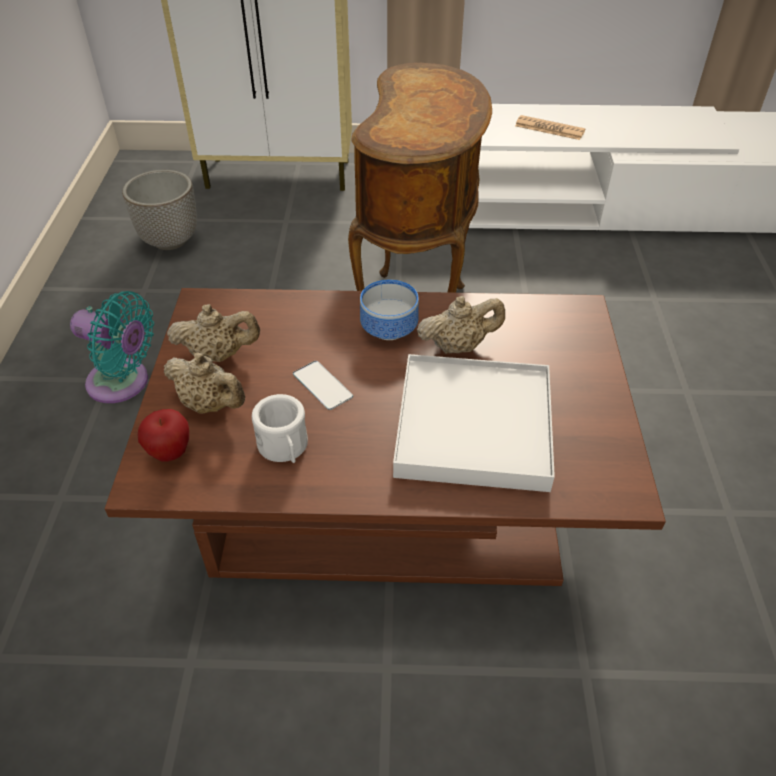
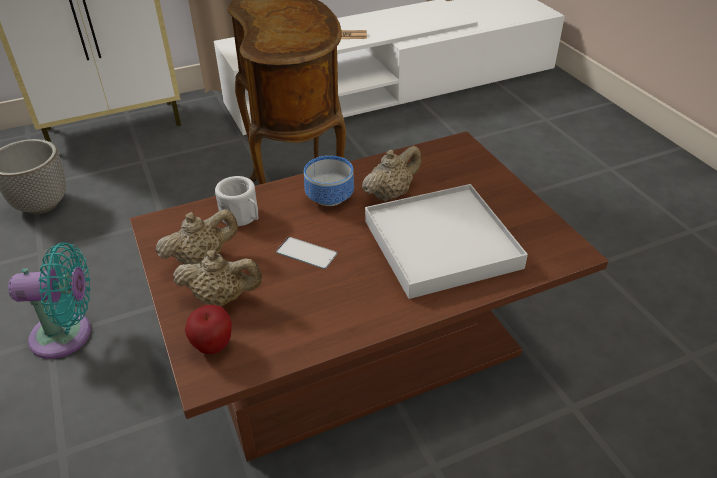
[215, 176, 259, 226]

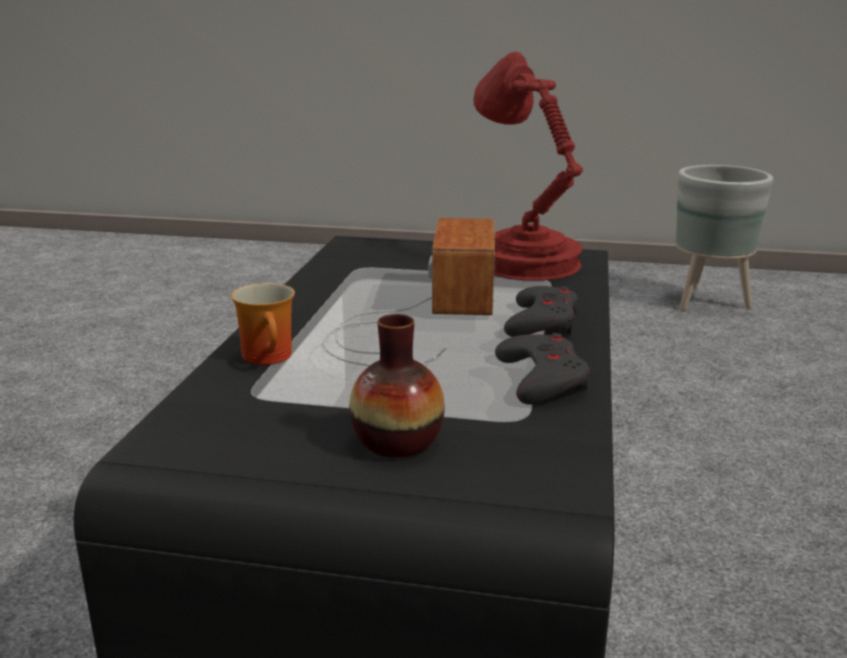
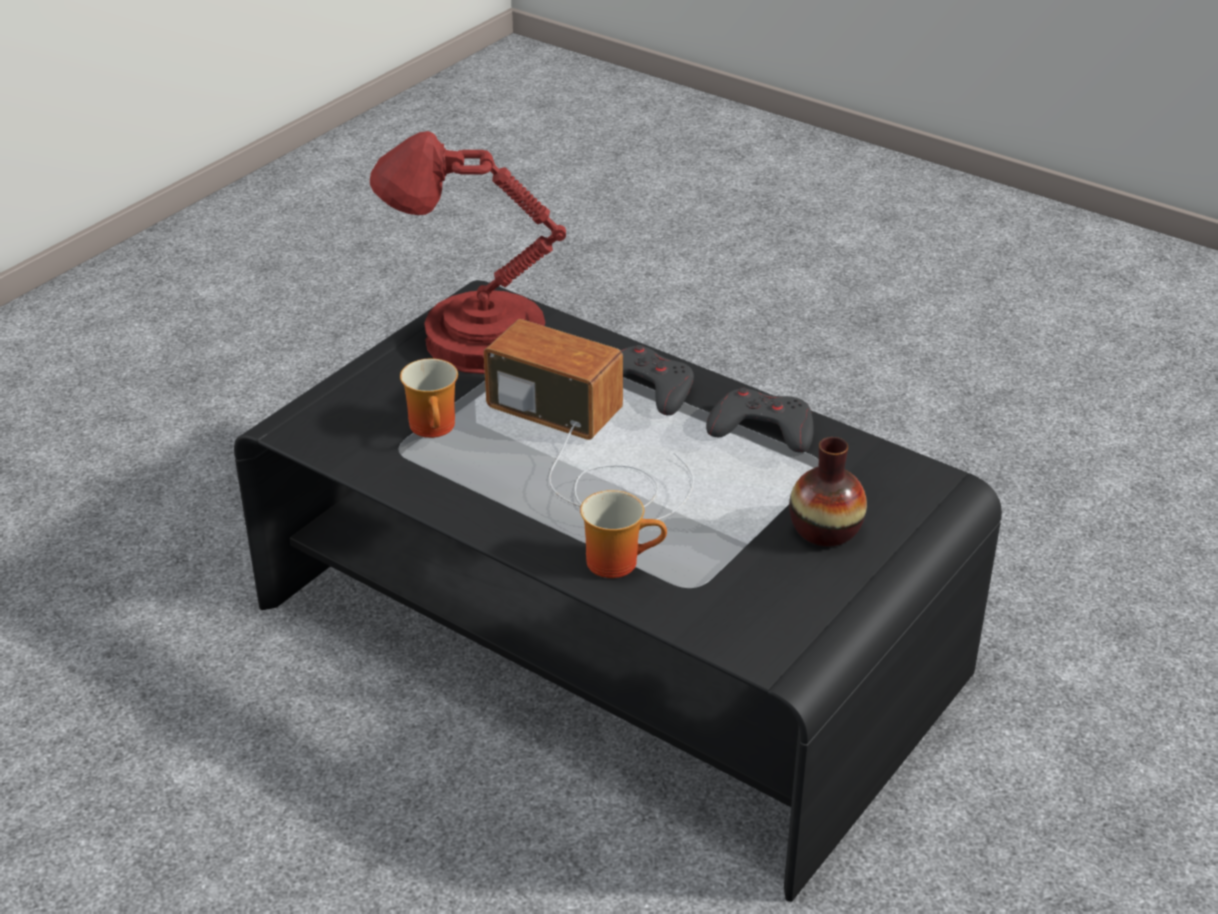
[675, 165, 773, 310] (first image)
[400, 358, 458, 438]

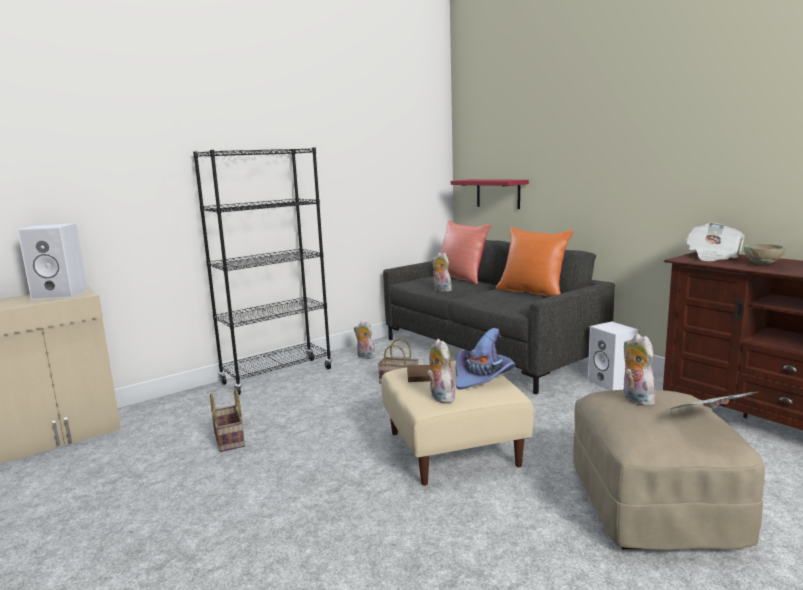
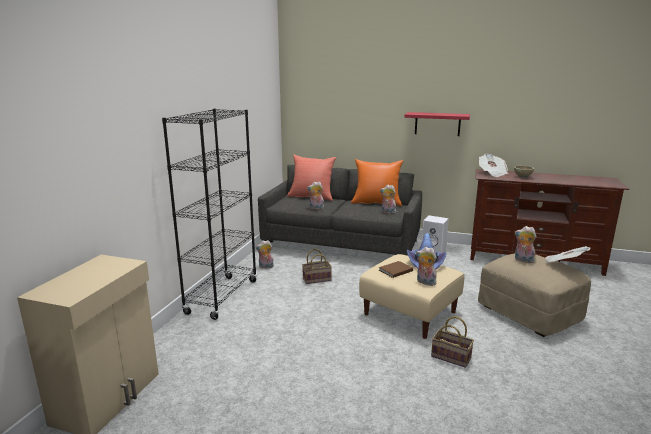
[405, 112, 470, 136]
[17, 223, 88, 300] (first image)
[431, 316, 474, 368]
[380, 185, 396, 214]

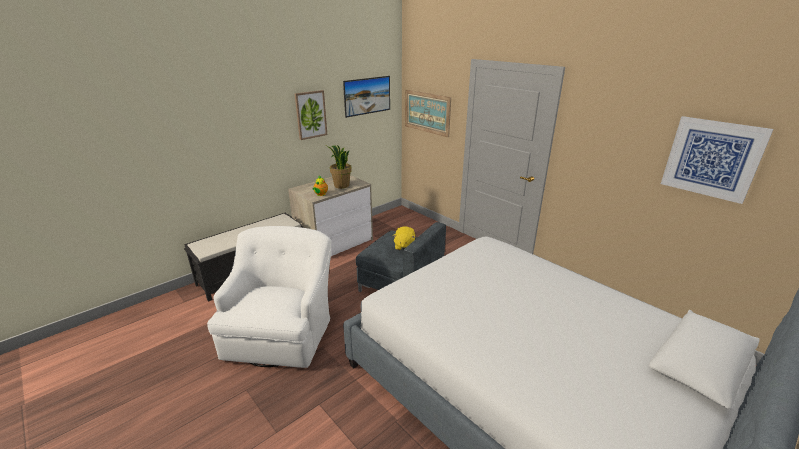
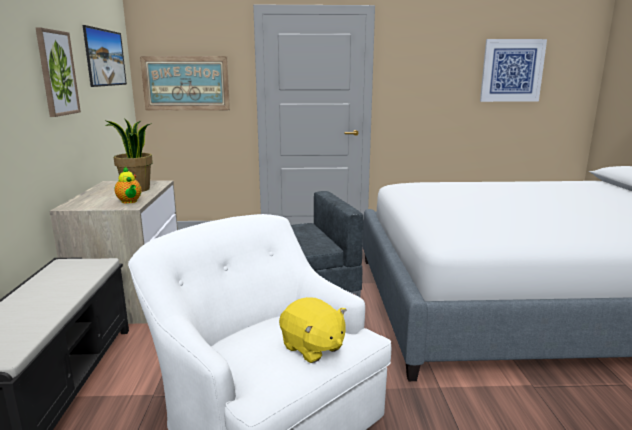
[279, 297, 346, 363]

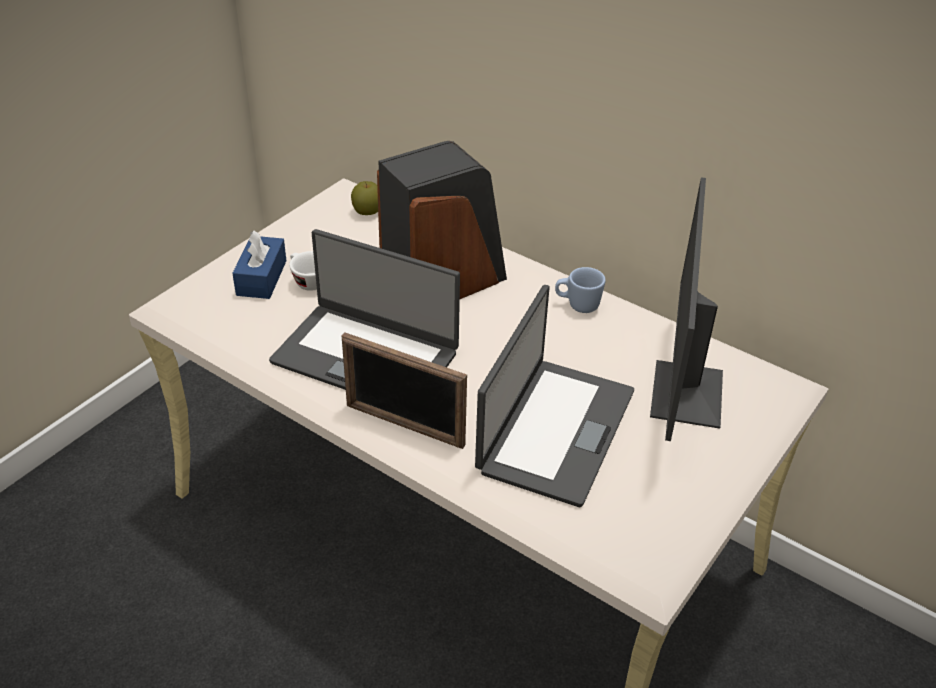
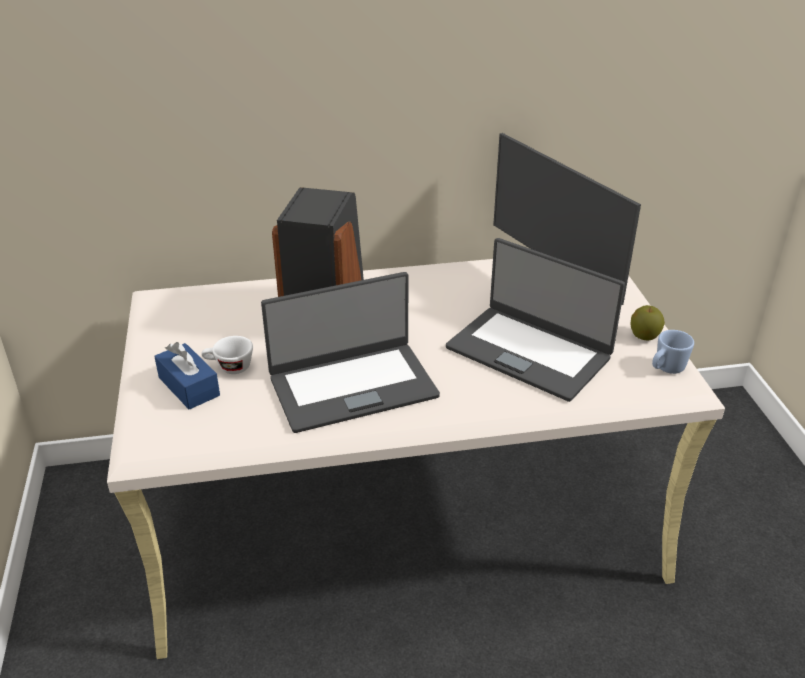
[630, 305, 665, 341]
[652, 330, 694, 374]
[446, 238, 625, 402]
[342, 332, 467, 449] (first image)

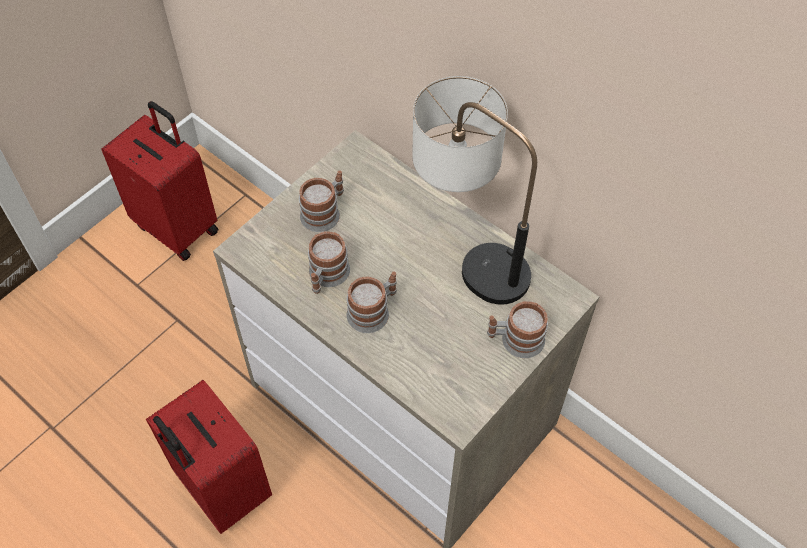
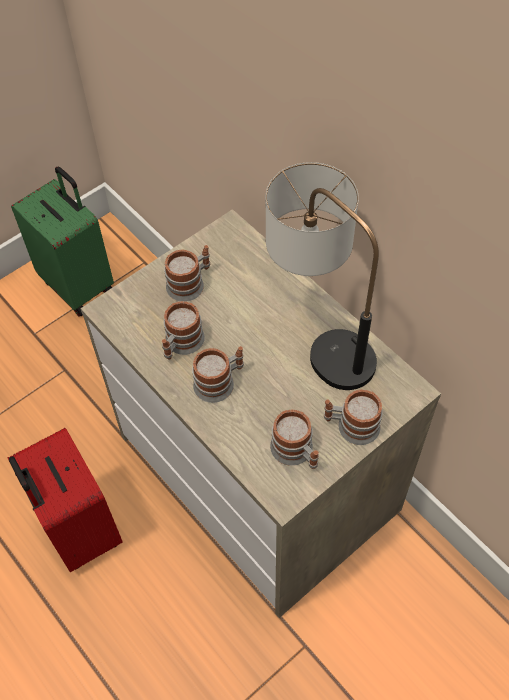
[11, 166, 114, 317]
[270, 409, 319, 469]

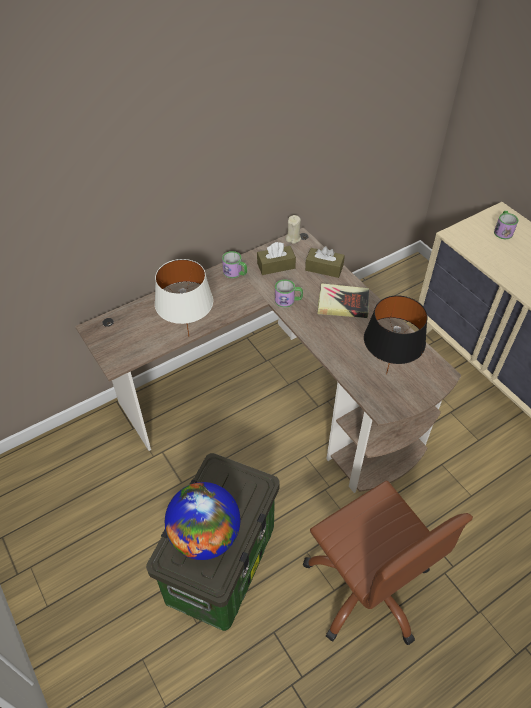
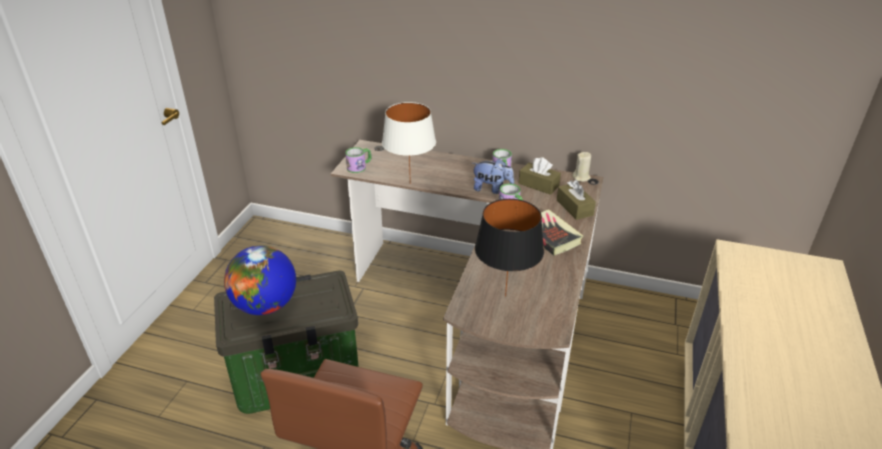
[345, 147, 371, 173]
[472, 158, 514, 194]

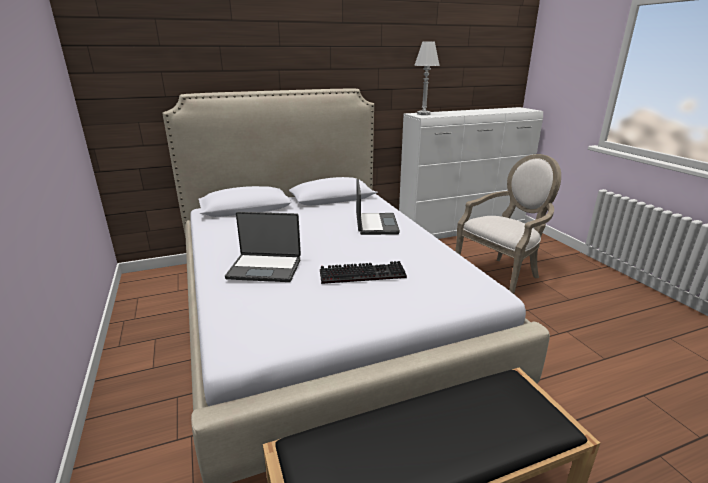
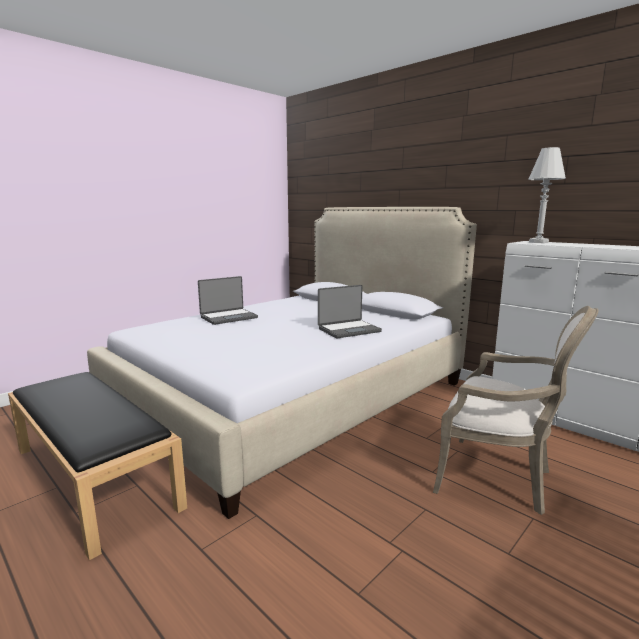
[198, 276, 258, 325]
[320, 261, 407, 284] (first image)

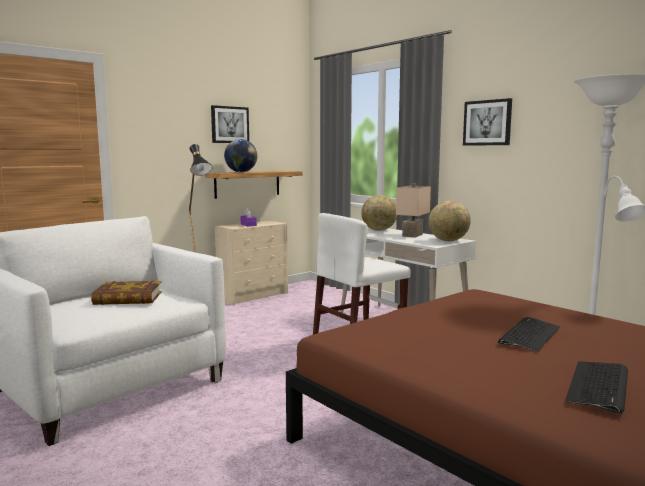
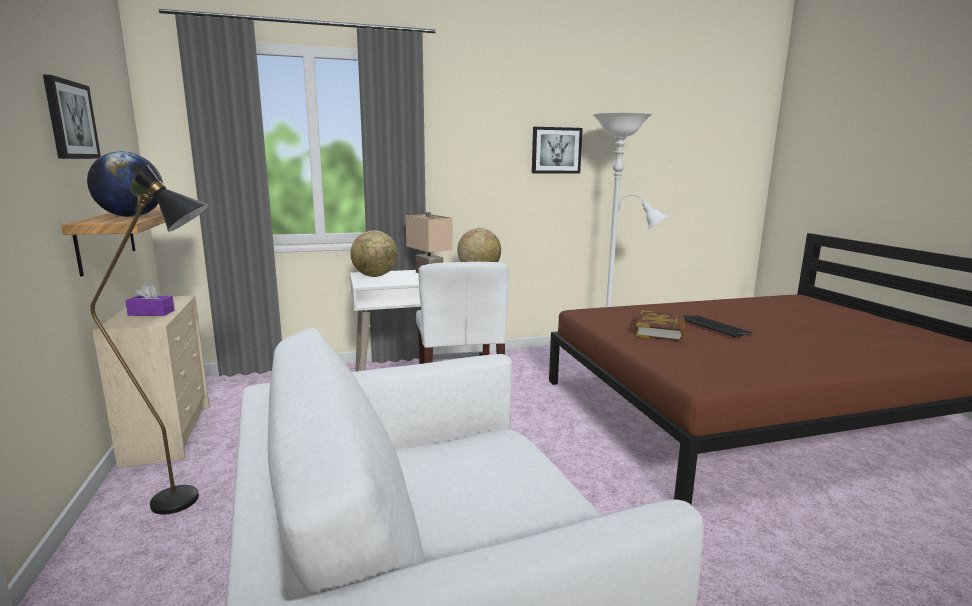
[532, 127, 583, 174]
[635, 310, 685, 341]
[565, 361, 628, 414] (first image)

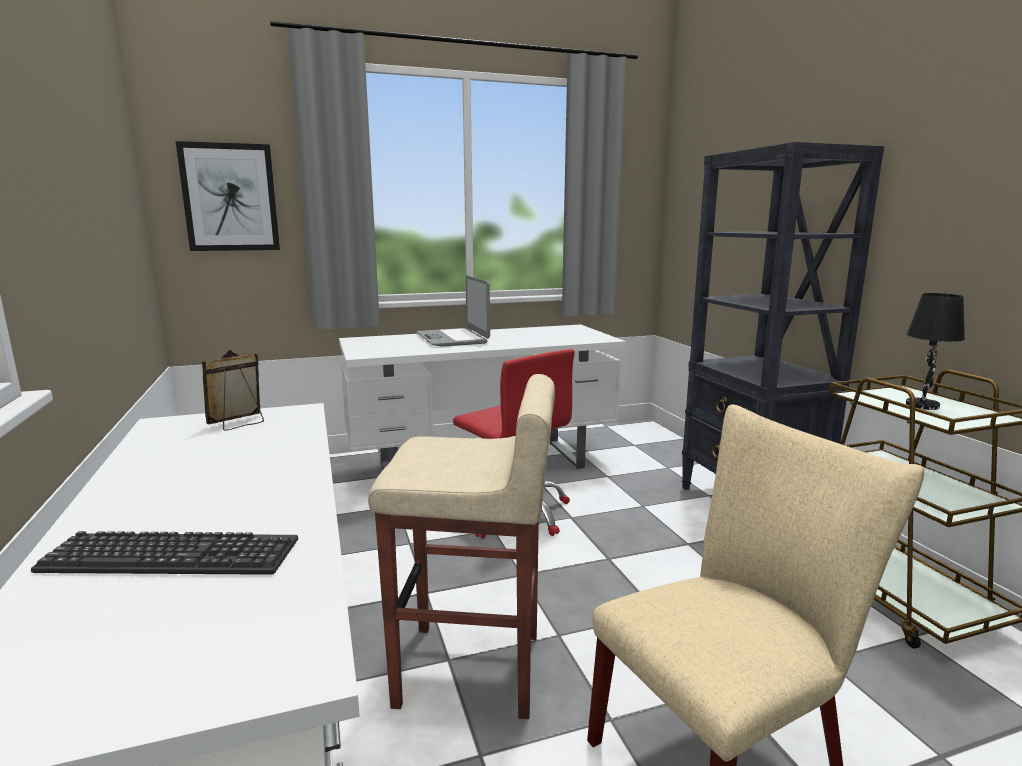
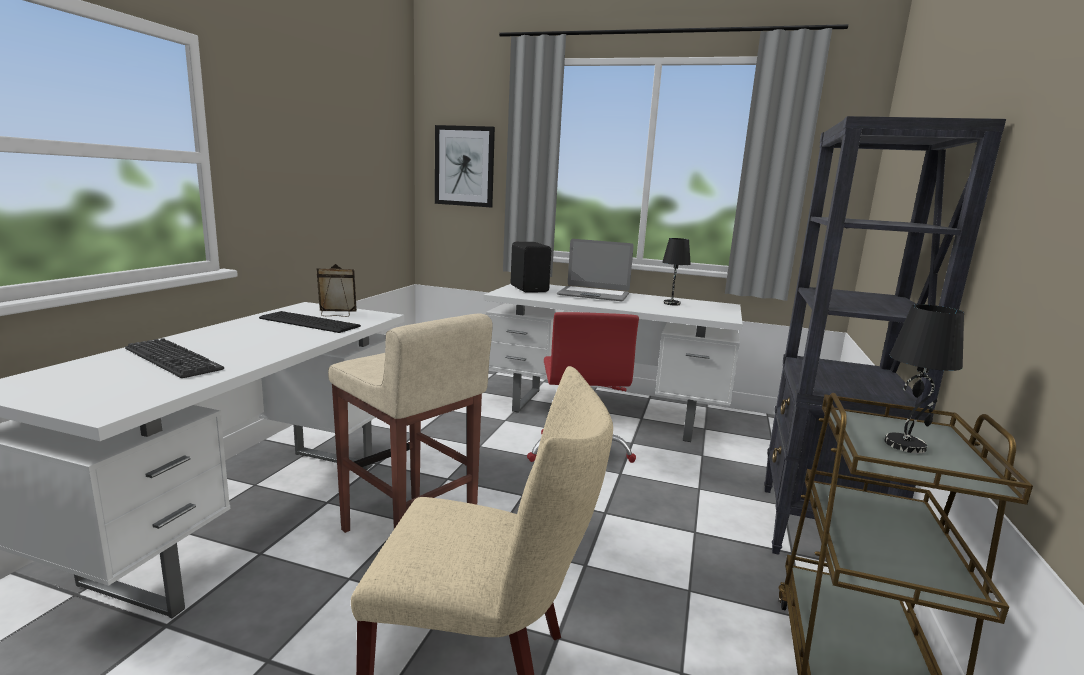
[557, 239, 634, 301]
[662, 238, 691, 306]
[511, 242, 551, 293]
[259, 311, 361, 333]

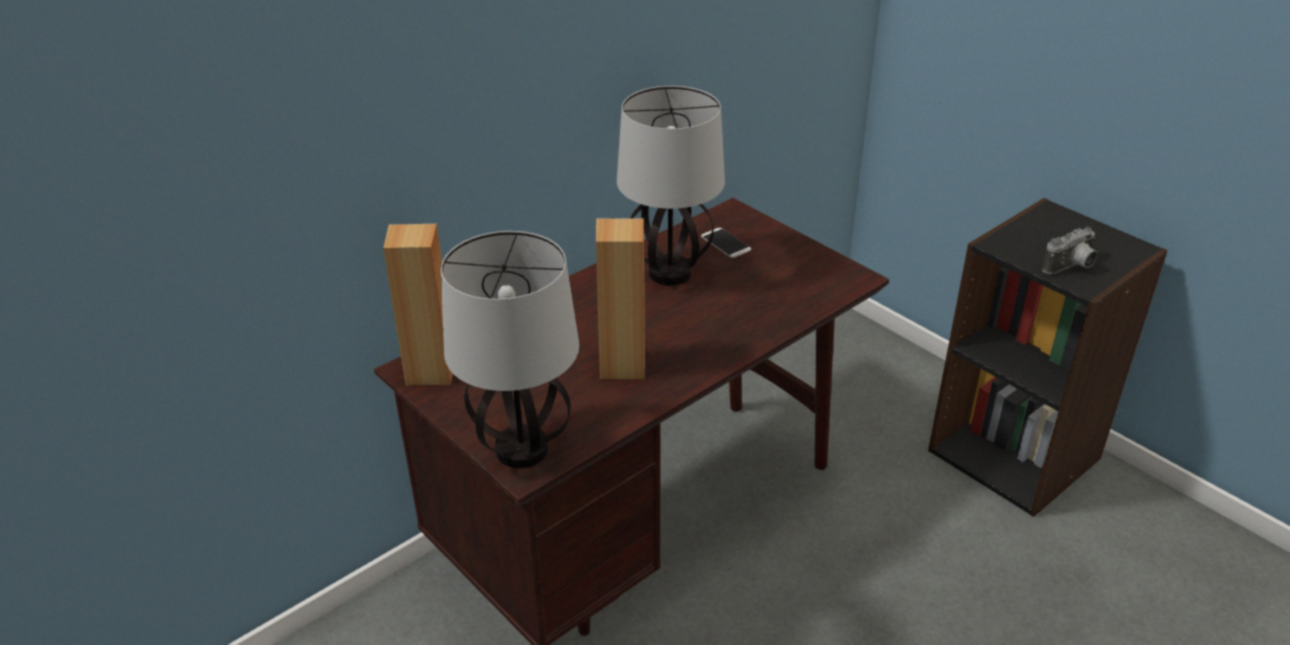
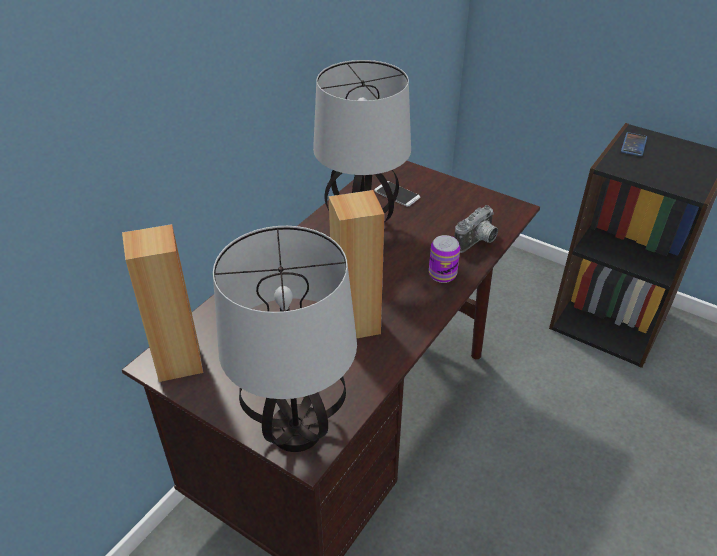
[454, 205, 498, 253]
[621, 132, 647, 156]
[429, 235, 460, 283]

